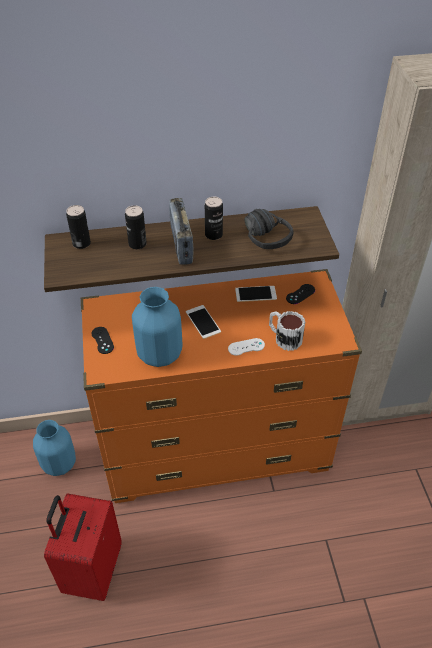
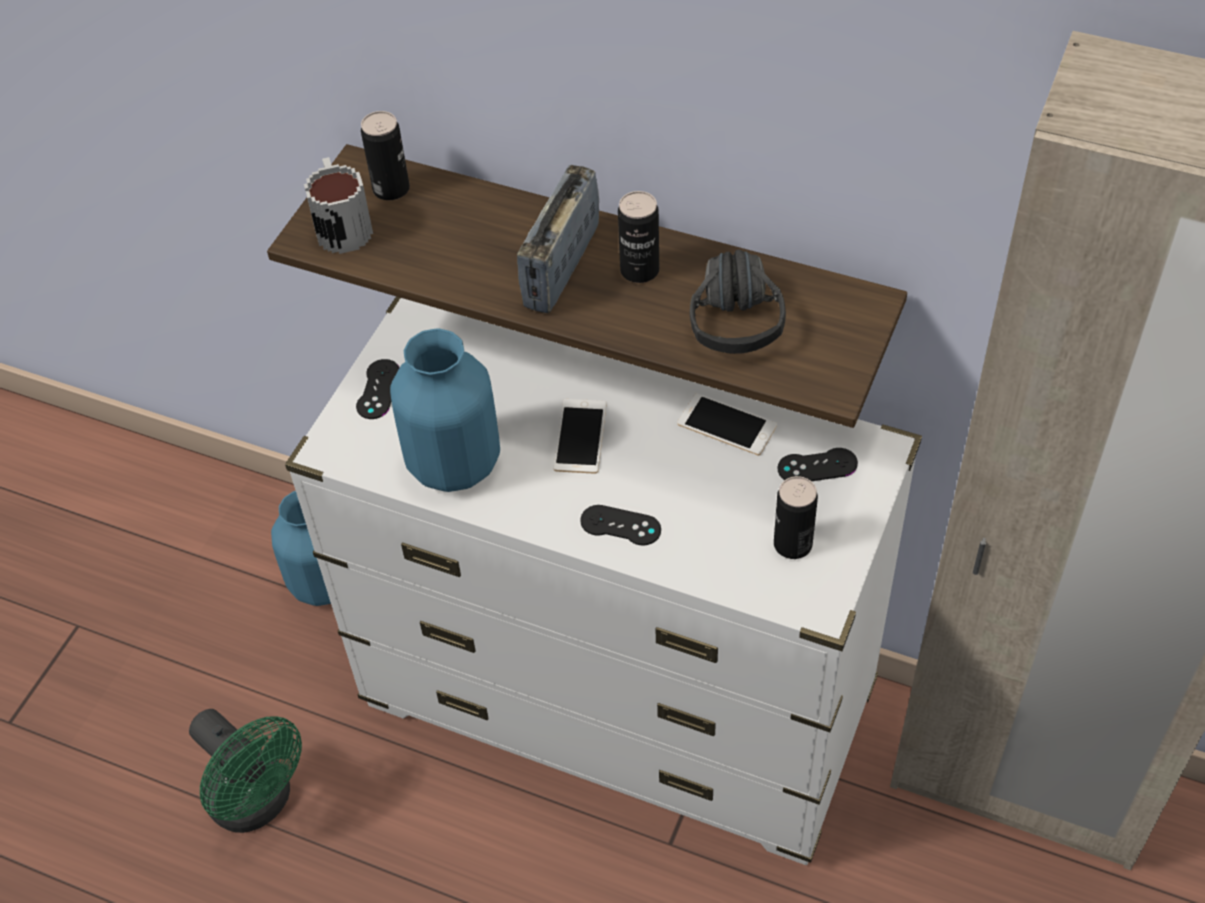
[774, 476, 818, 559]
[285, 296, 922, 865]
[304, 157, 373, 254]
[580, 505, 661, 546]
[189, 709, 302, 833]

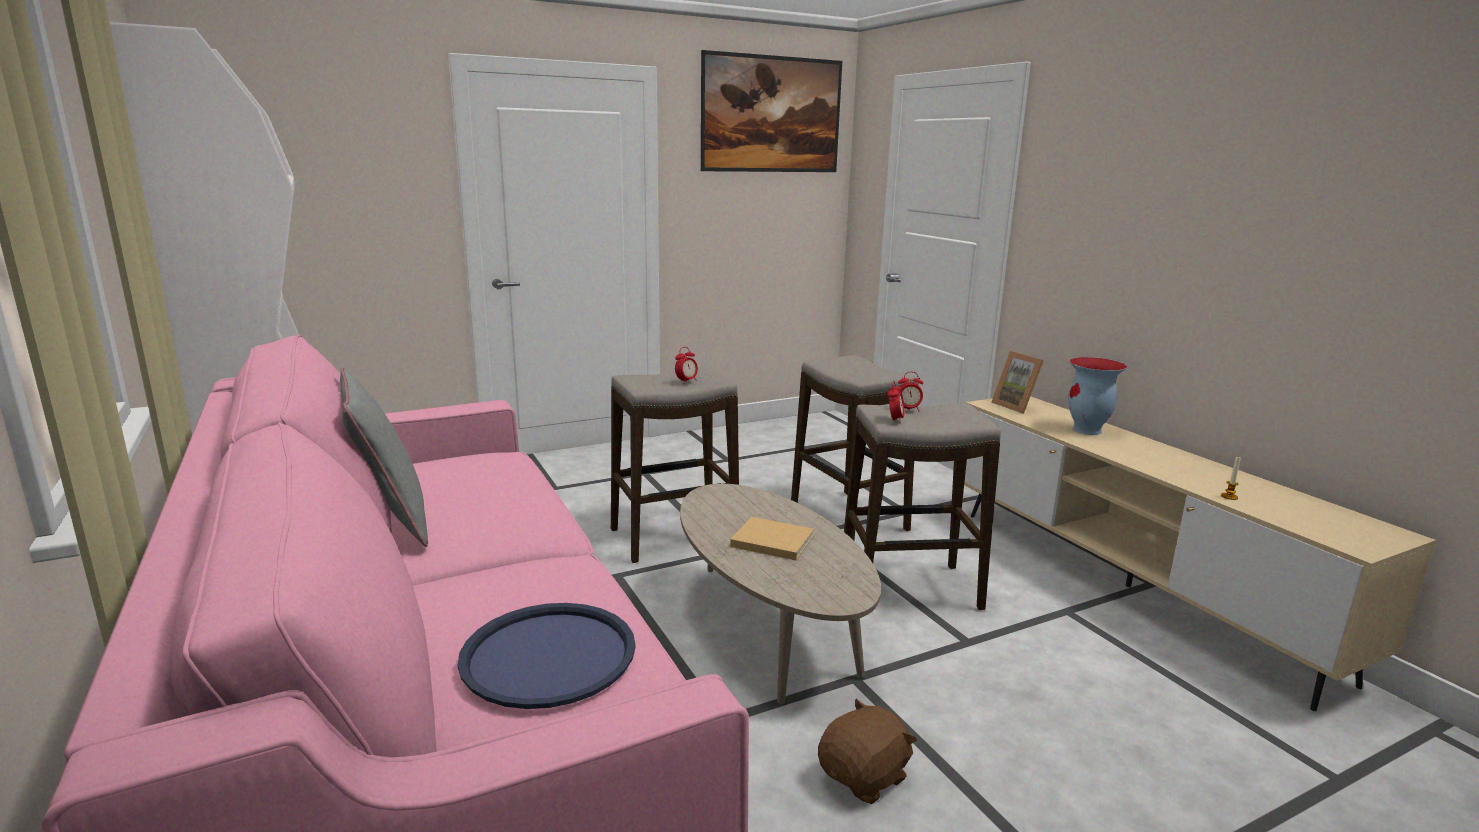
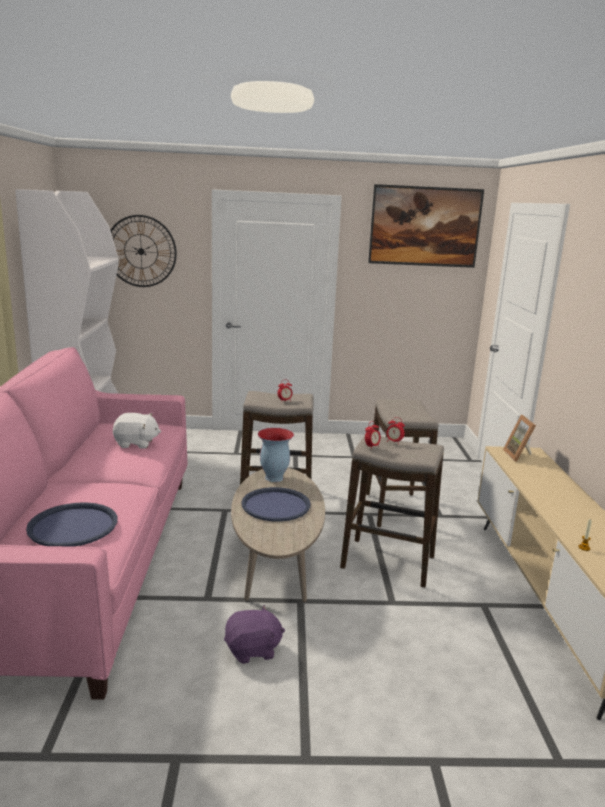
[258, 428, 294, 482]
[340, 367, 428, 547] (first image)
[241, 487, 311, 522]
[224, 605, 285, 664]
[110, 215, 177, 287]
[113, 413, 161, 449]

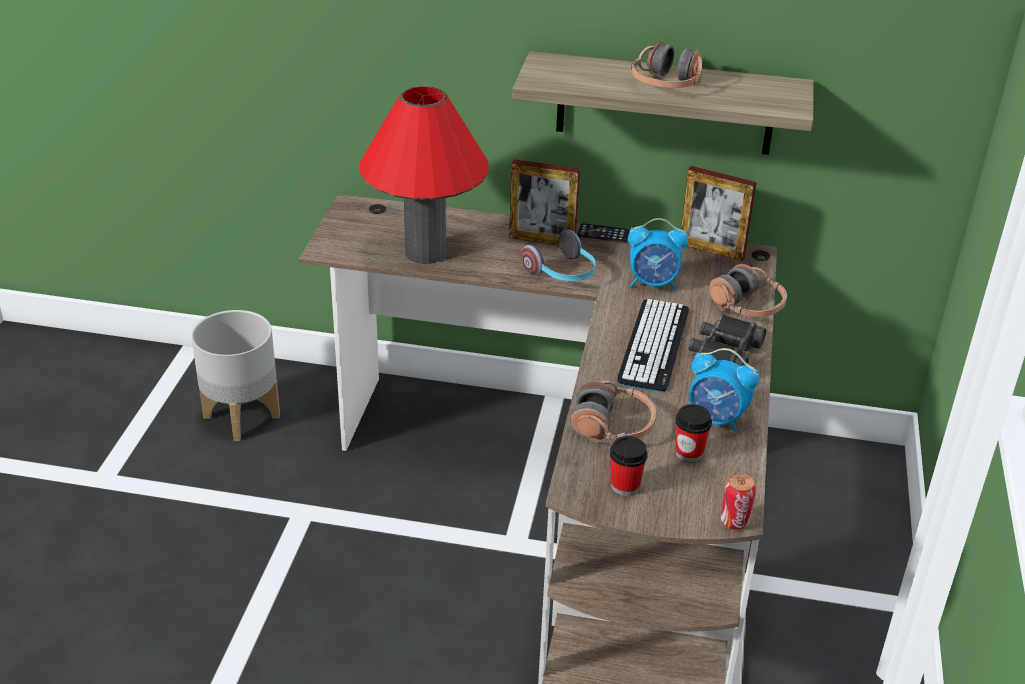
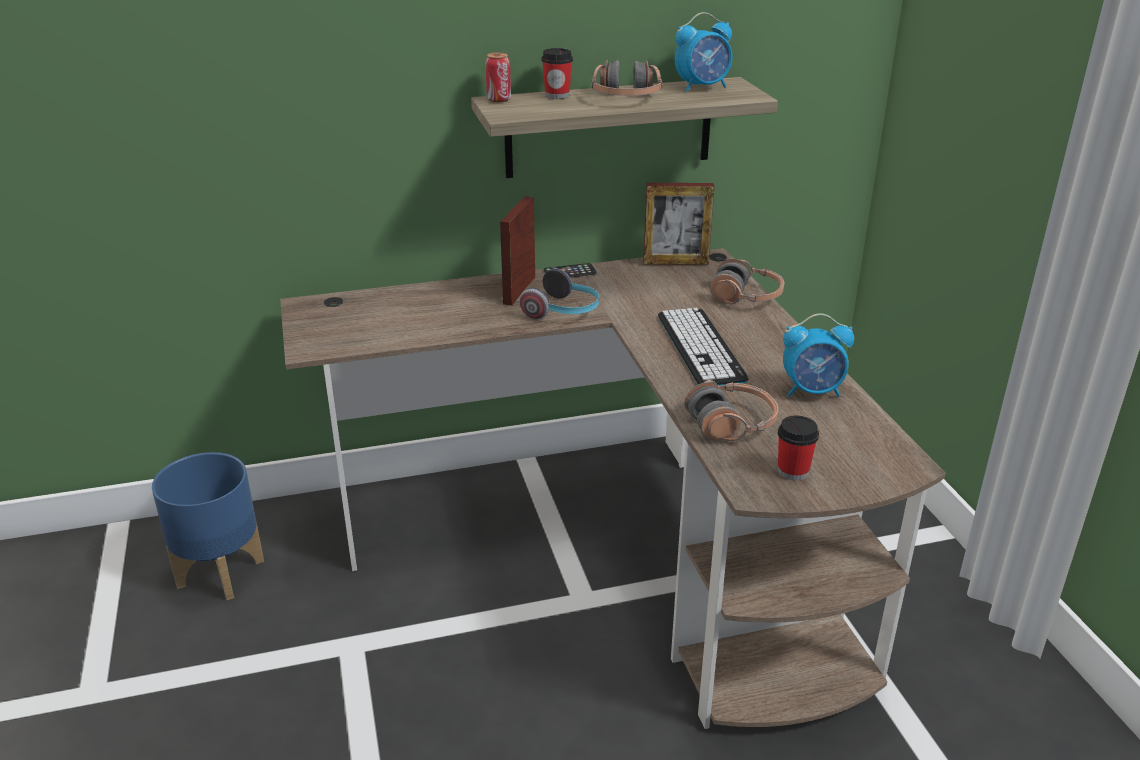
[359, 86, 489, 264] (first image)
[500, 196, 535, 306]
[675, 12, 733, 92]
[152, 452, 264, 600]
[688, 314, 766, 366] (first image)
[541, 48, 573, 99]
[485, 52, 511, 102]

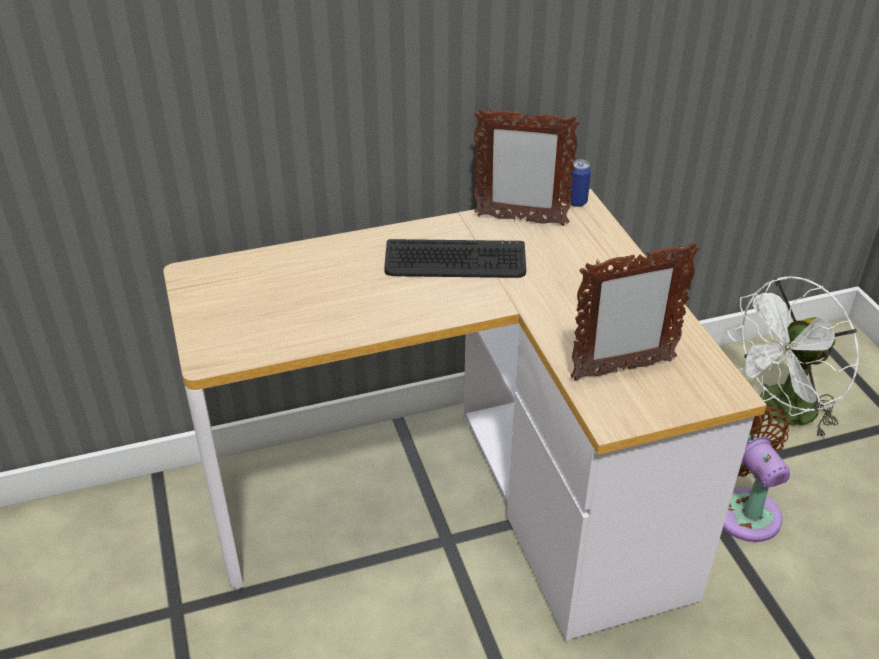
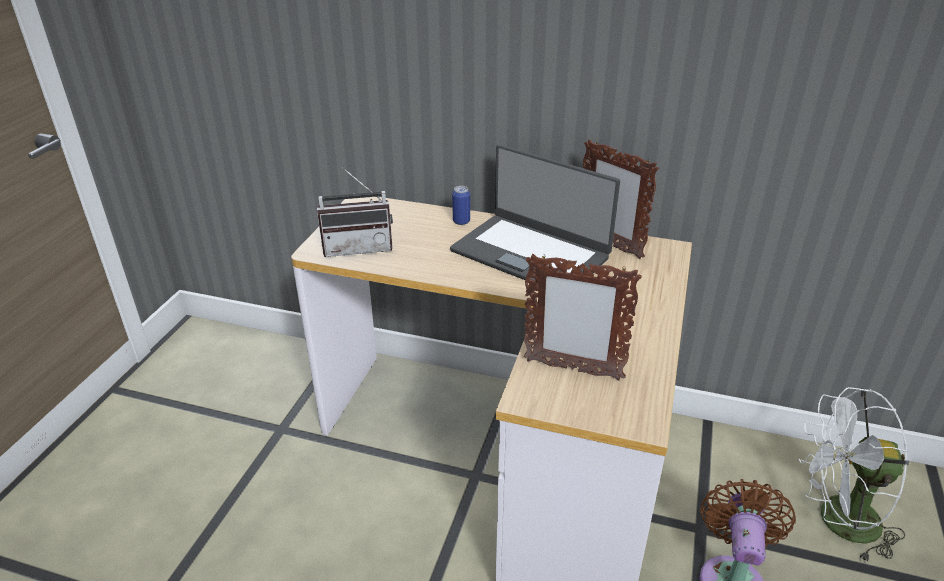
[452, 186, 470, 225]
[450, 144, 620, 285]
[317, 167, 393, 257]

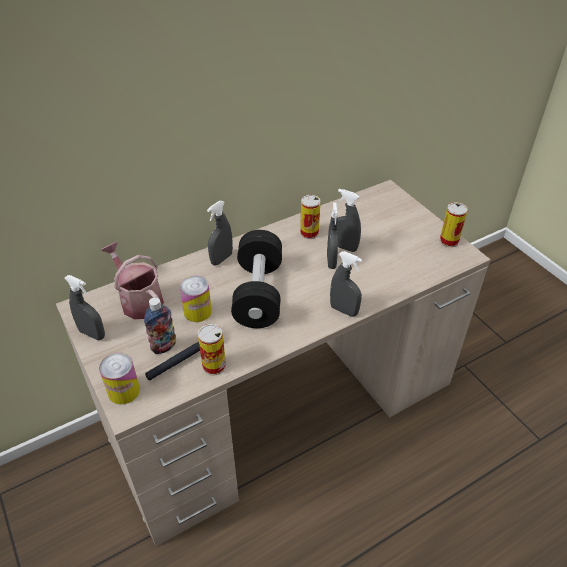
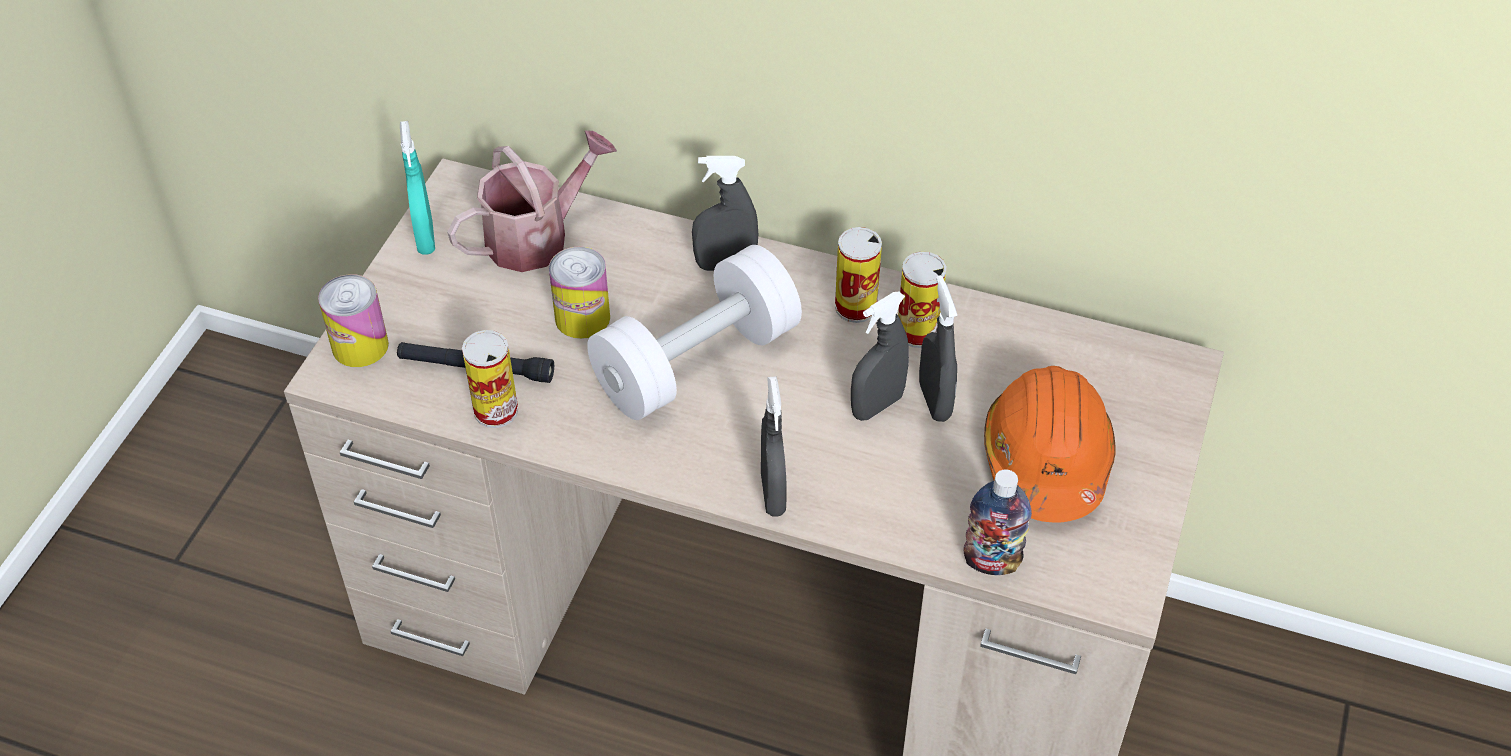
[835, 227, 882, 323]
[587, 245, 802, 420]
[447, 131, 617, 272]
[400, 121, 435, 255]
[963, 469, 1032, 575]
[984, 366, 1116, 523]

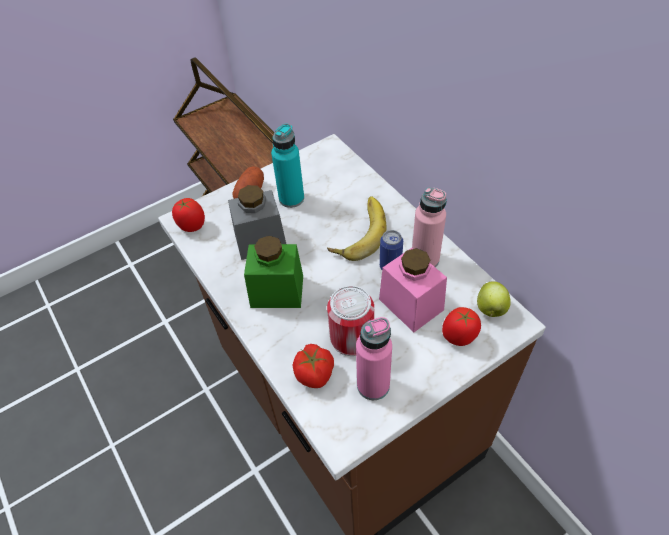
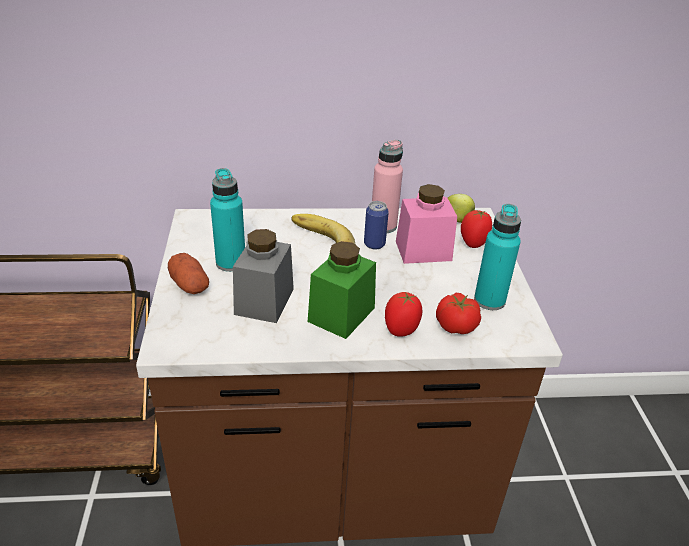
[385, 292, 422, 337]
[327, 286, 374, 356] (first image)
[474, 204, 521, 310]

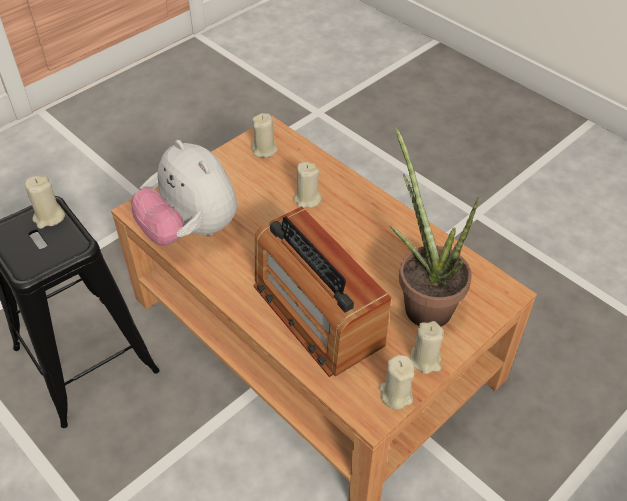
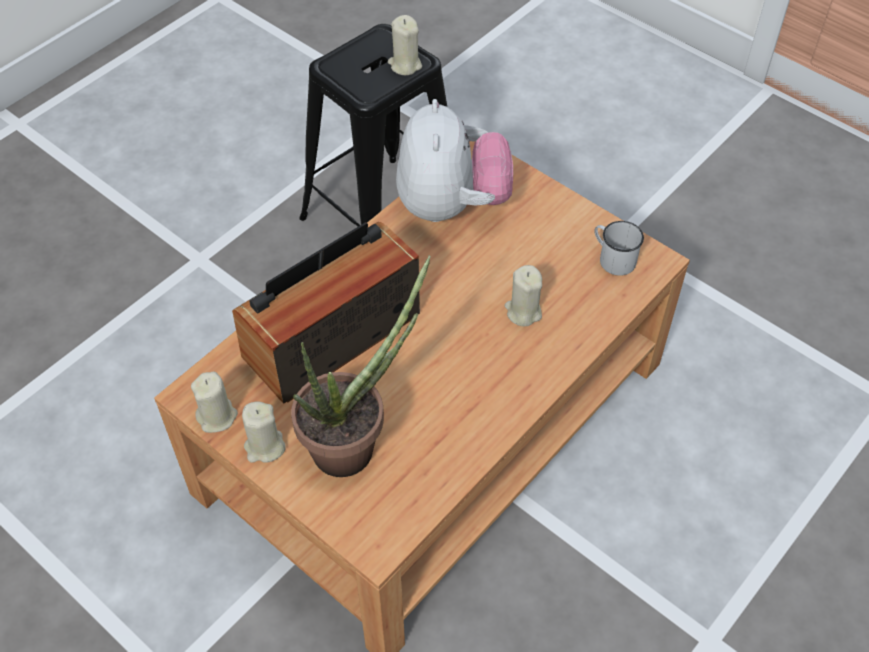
[594, 221, 644, 276]
[396, 99, 513, 222]

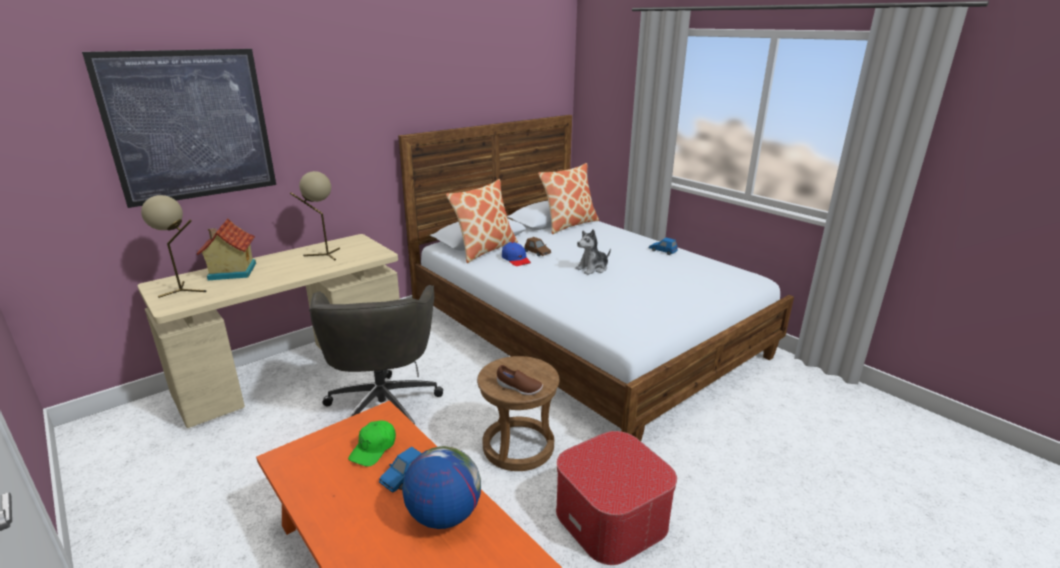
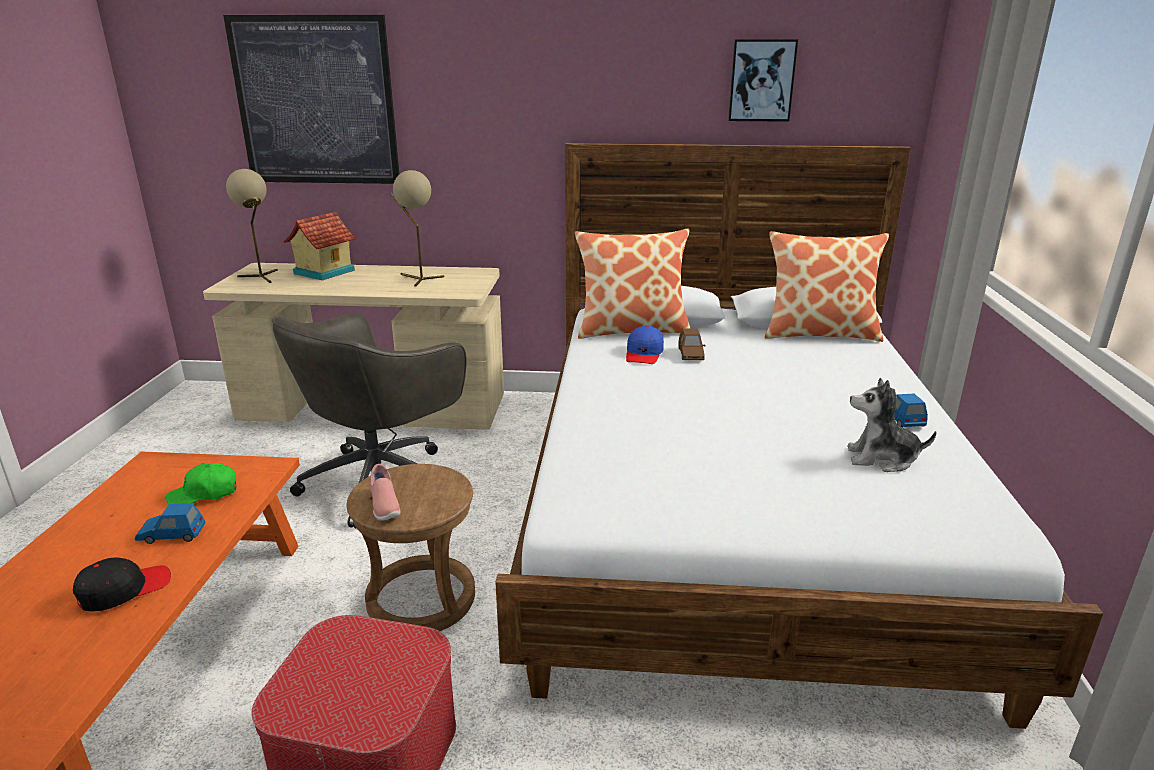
[847, 378, 937, 472]
[370, 464, 401, 521]
[73, 557, 171, 612]
[728, 39, 798, 122]

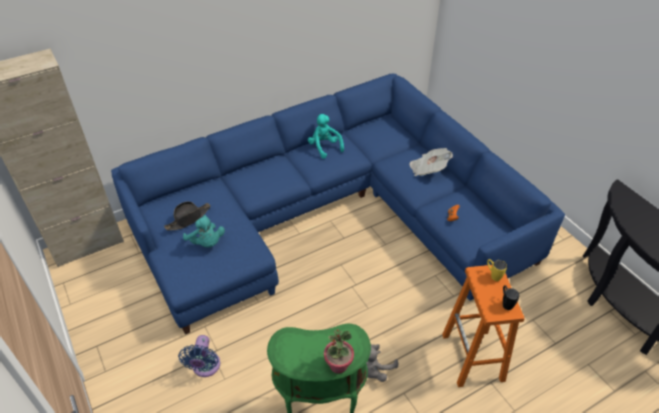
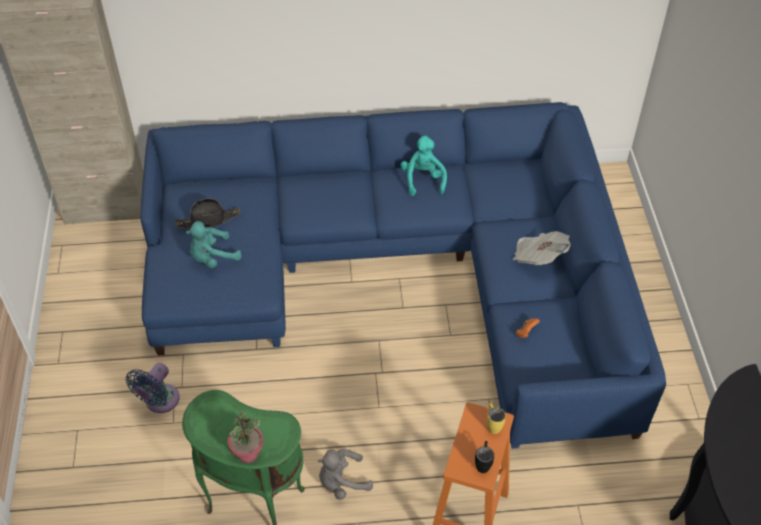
[186, 221, 242, 268]

